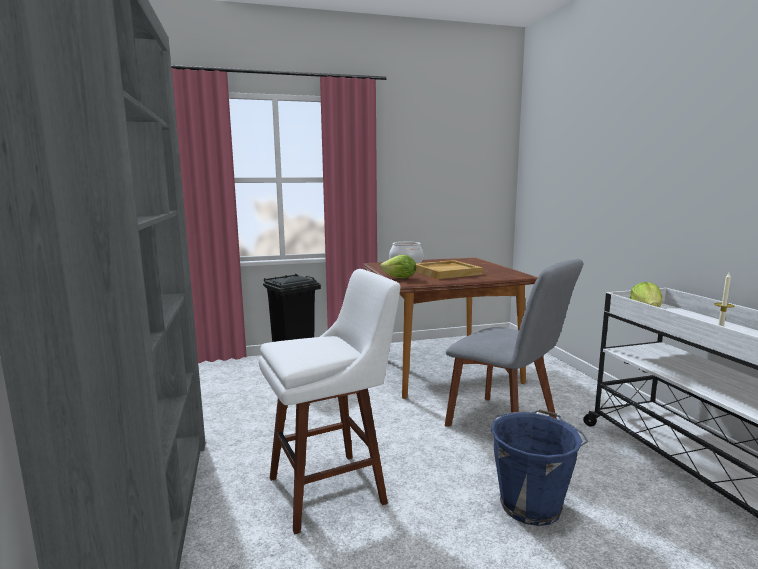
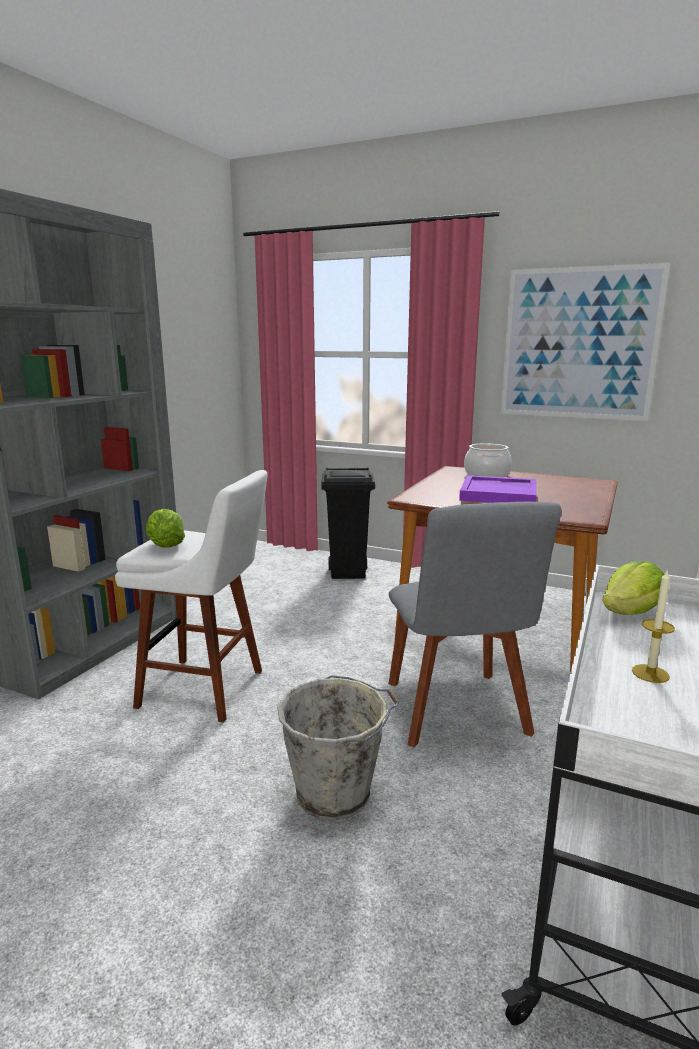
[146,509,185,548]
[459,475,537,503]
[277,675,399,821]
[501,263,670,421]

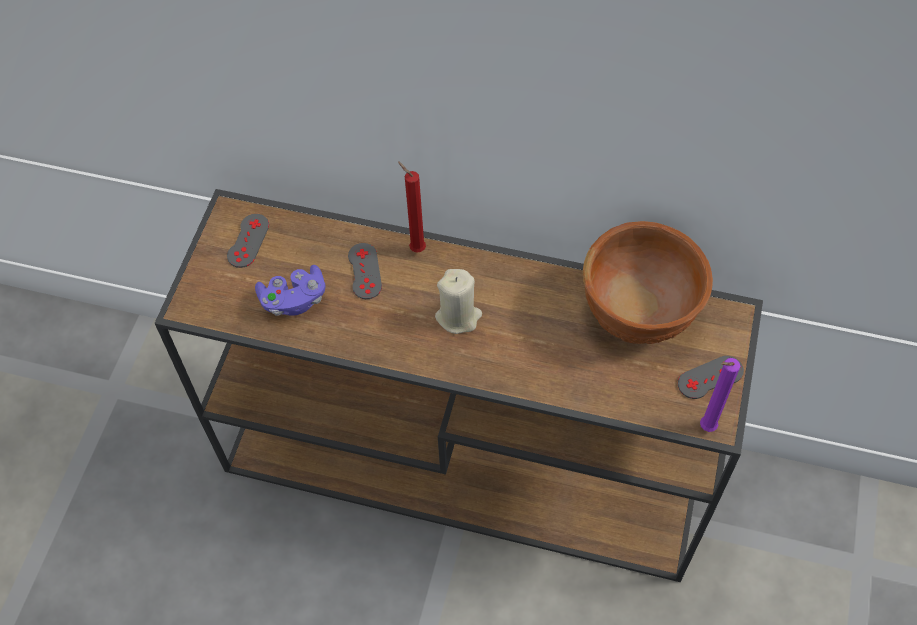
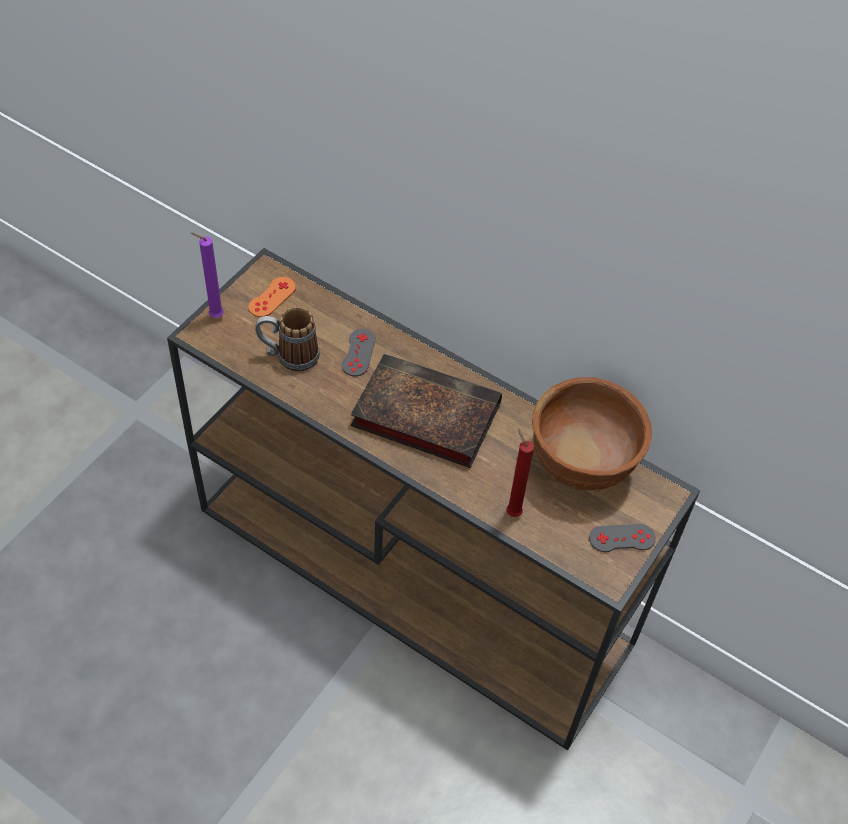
[248,277,296,317]
[255,307,320,371]
[506,428,534,517]
[350,353,502,468]
[191,232,224,318]

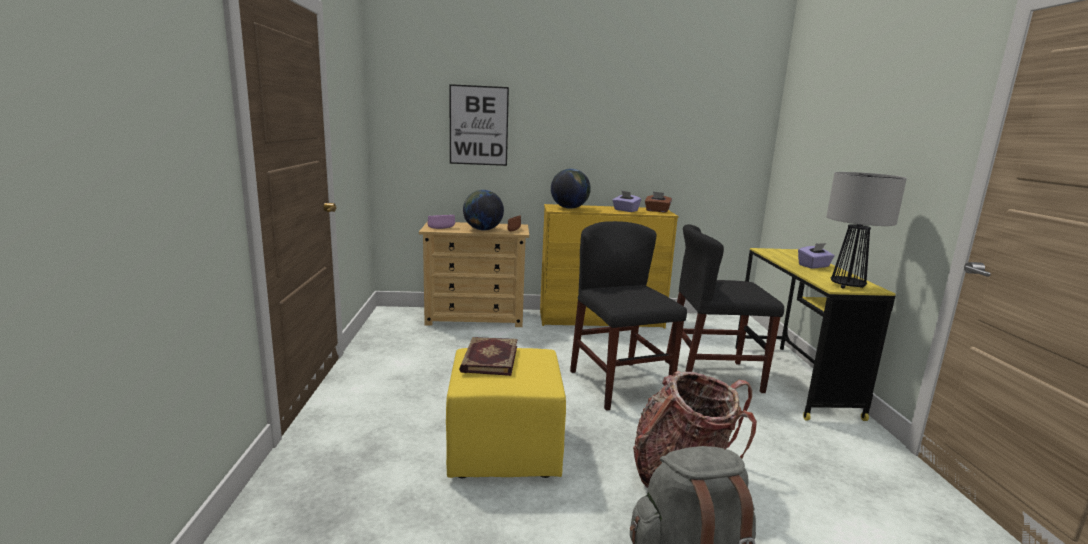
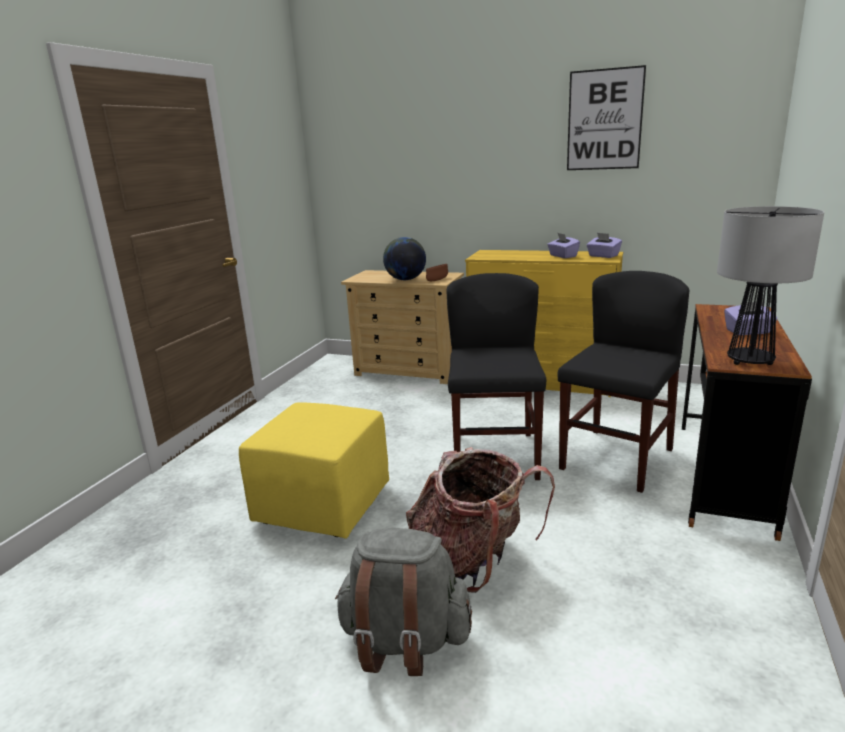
[428,215,455,229] (first image)
[567,65,646,170]
[459,337,517,376] (first image)
[551,169,591,209] (first image)
[587,233,622,258]
[557,271,689,493]
[682,304,812,541]

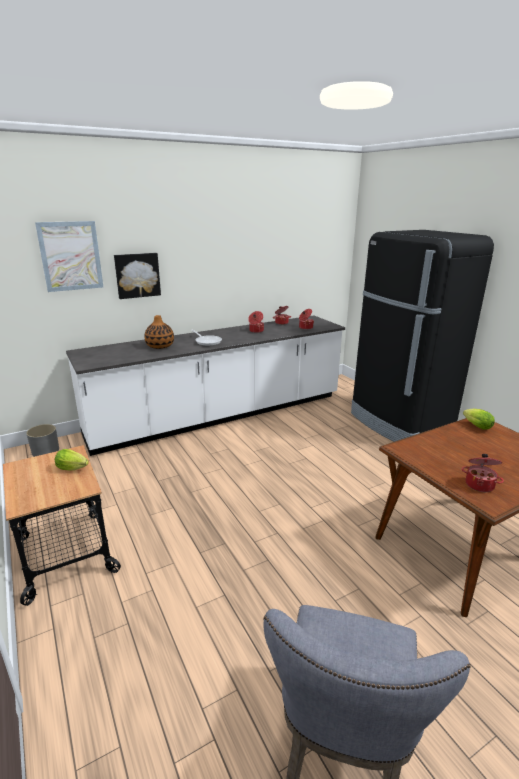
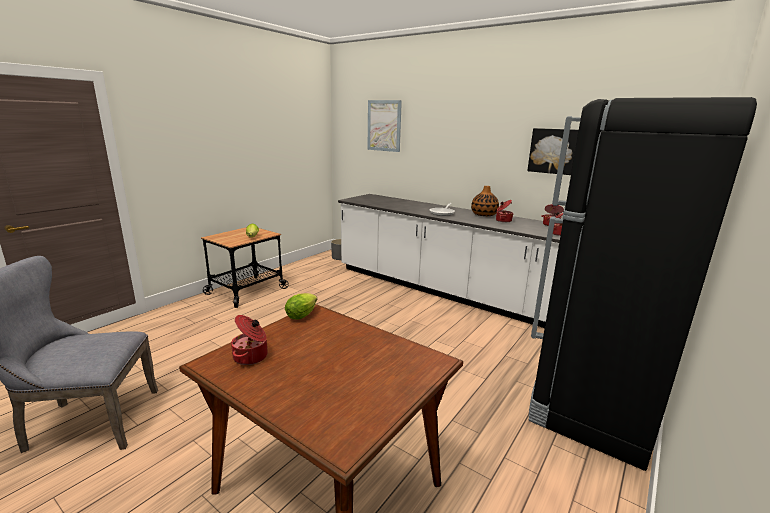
[527,128,579,175]
[471,186,499,216]
[285,293,317,320]

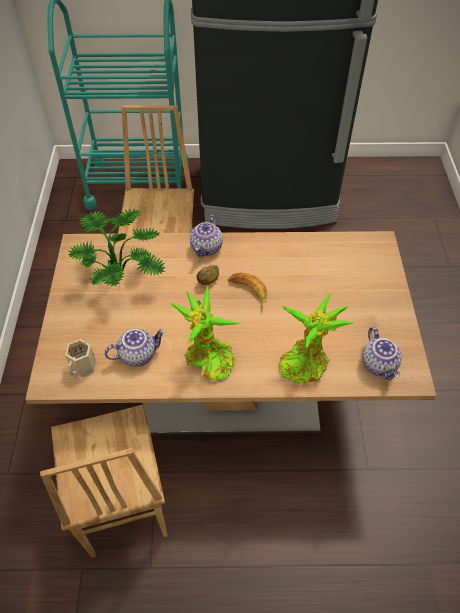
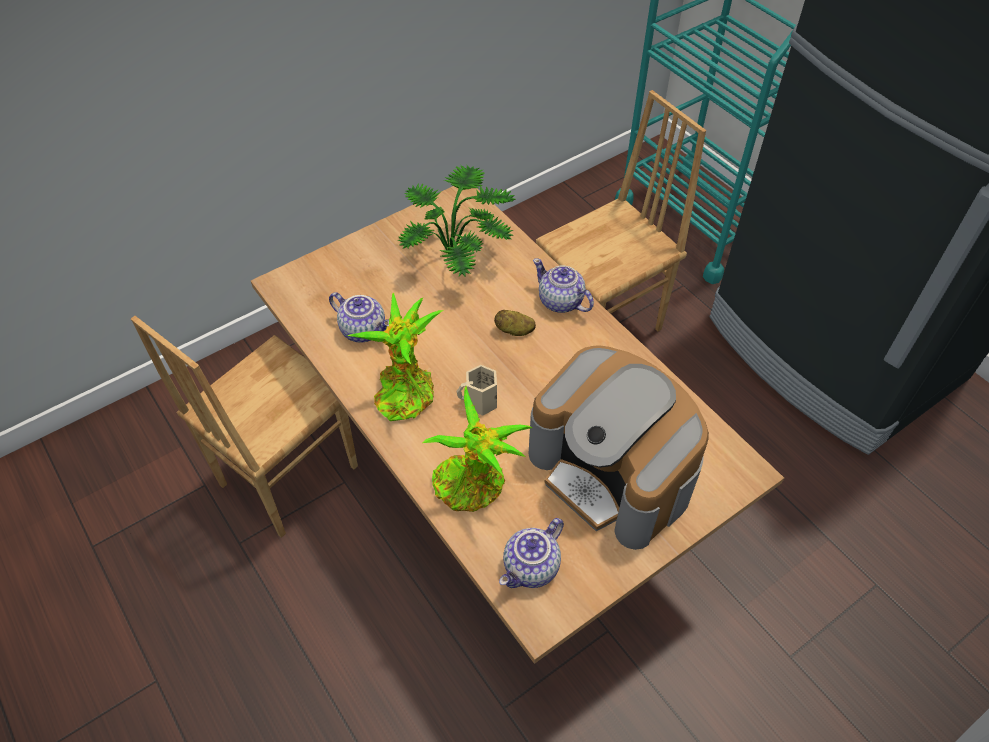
[457,365,497,416]
[533,258,594,313]
[228,273,268,310] (first image)
[529,345,709,550]

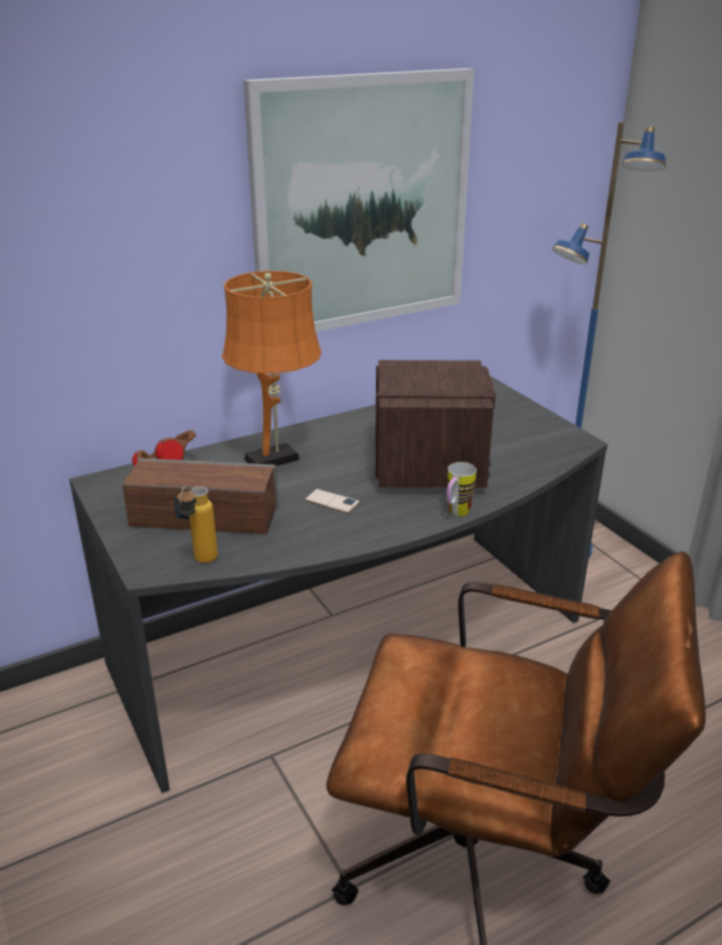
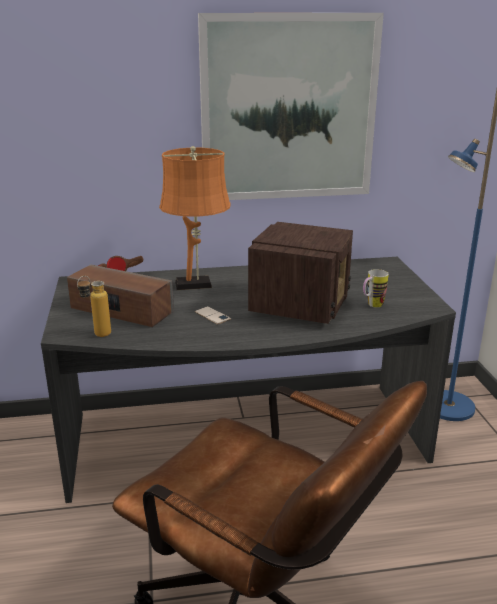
[363,269,389,308]

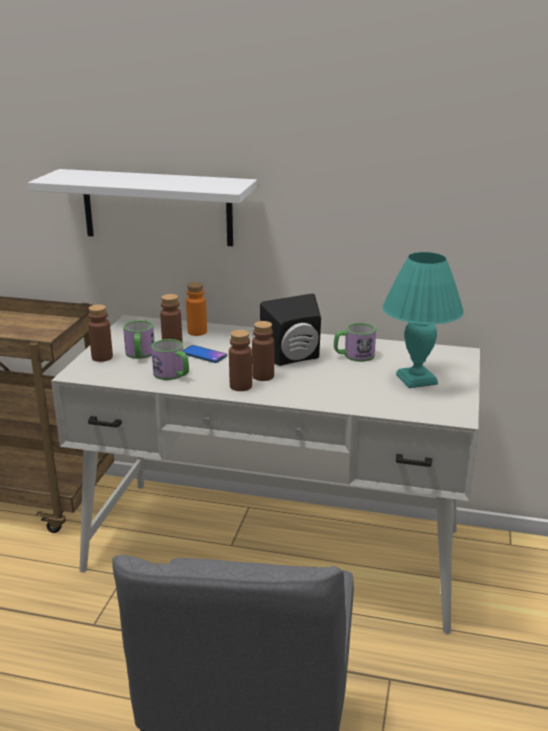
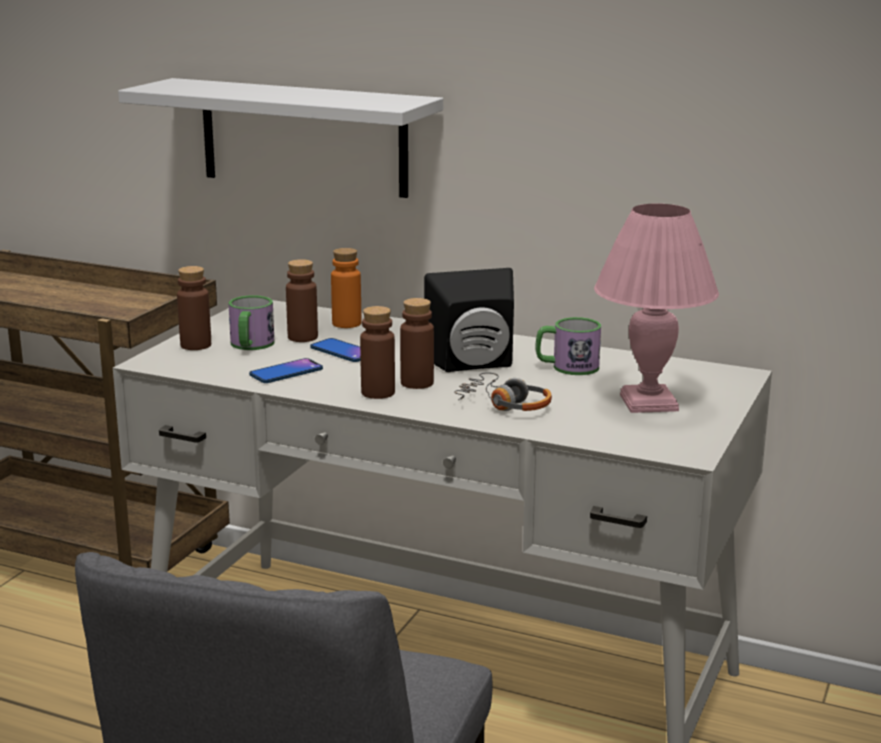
[249,358,323,383]
[594,204,719,413]
[454,373,552,411]

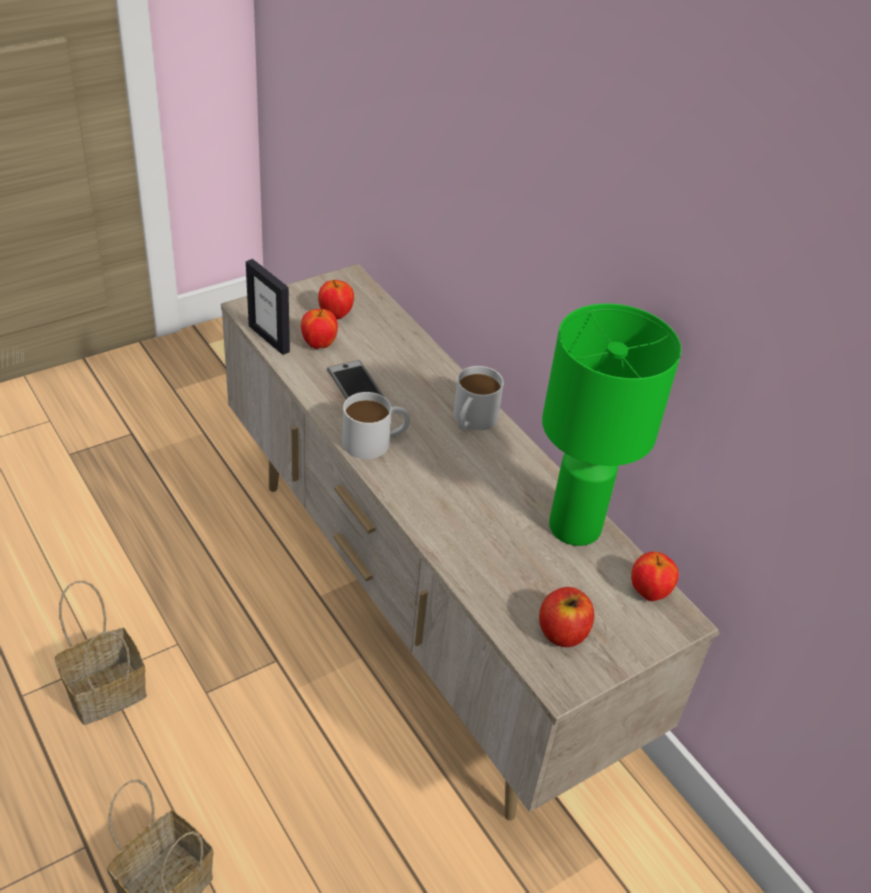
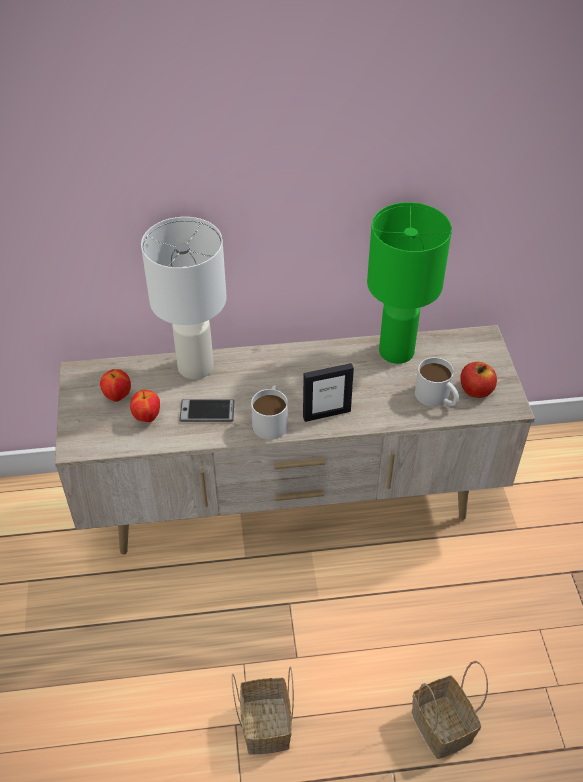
[303,363,354,422]
[415,357,459,407]
[631,552,679,601] (first image)
[141,217,227,379]

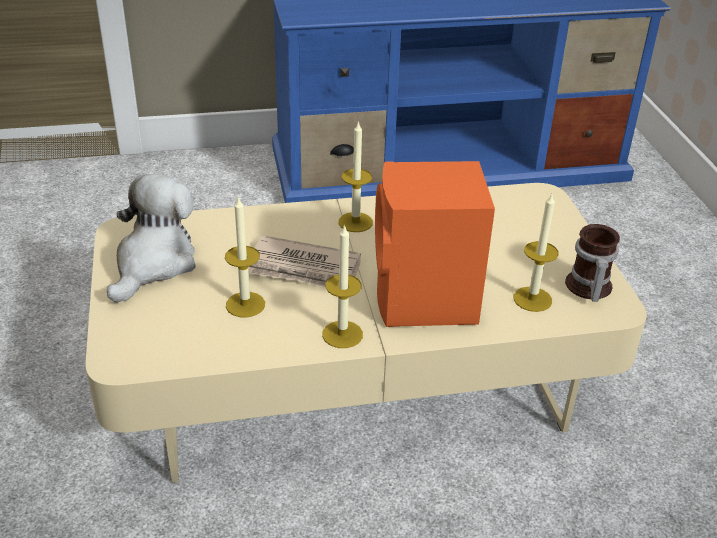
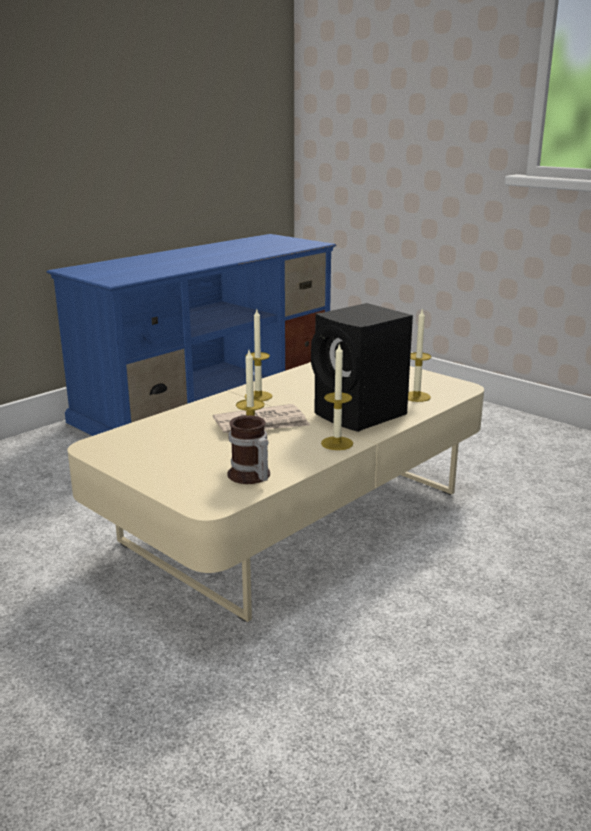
[107,174,196,303] (first image)
[311,303,413,432]
[227,415,270,484]

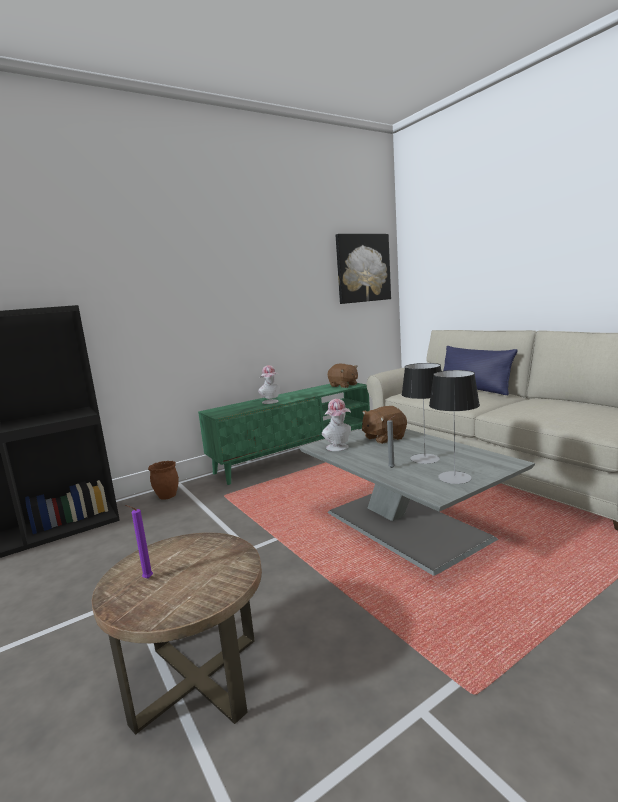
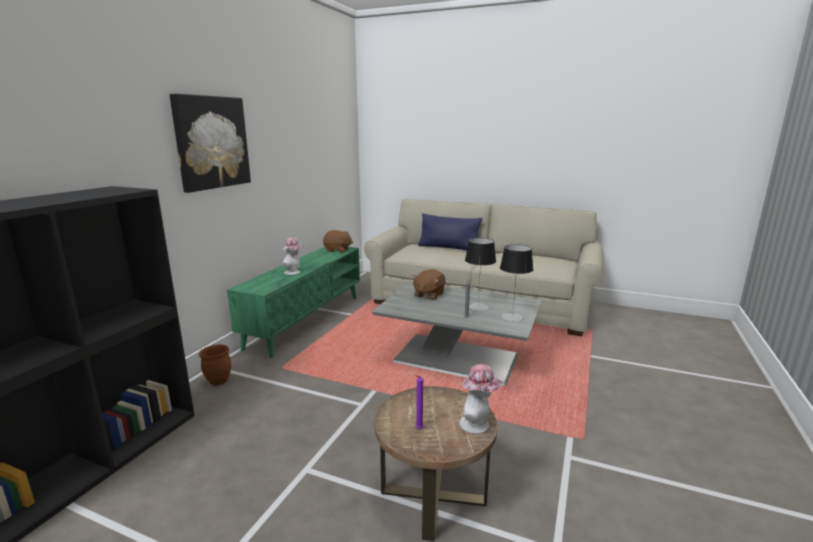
[459,364,503,434]
[169,94,251,193]

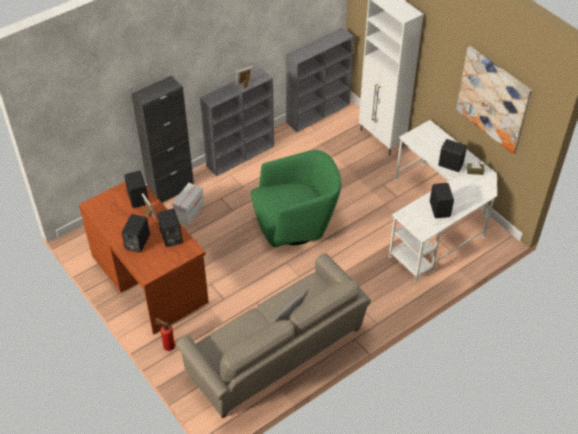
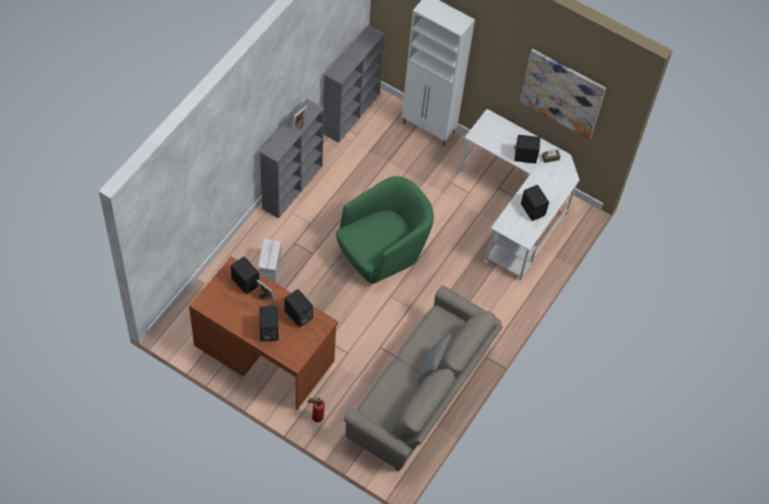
[132,76,194,203] (first image)

